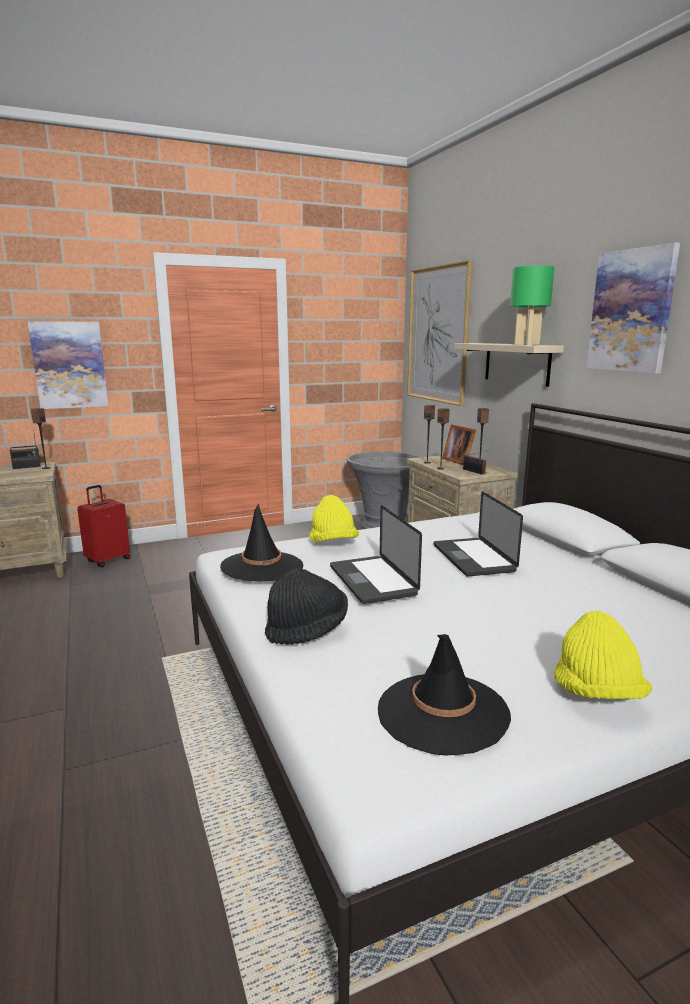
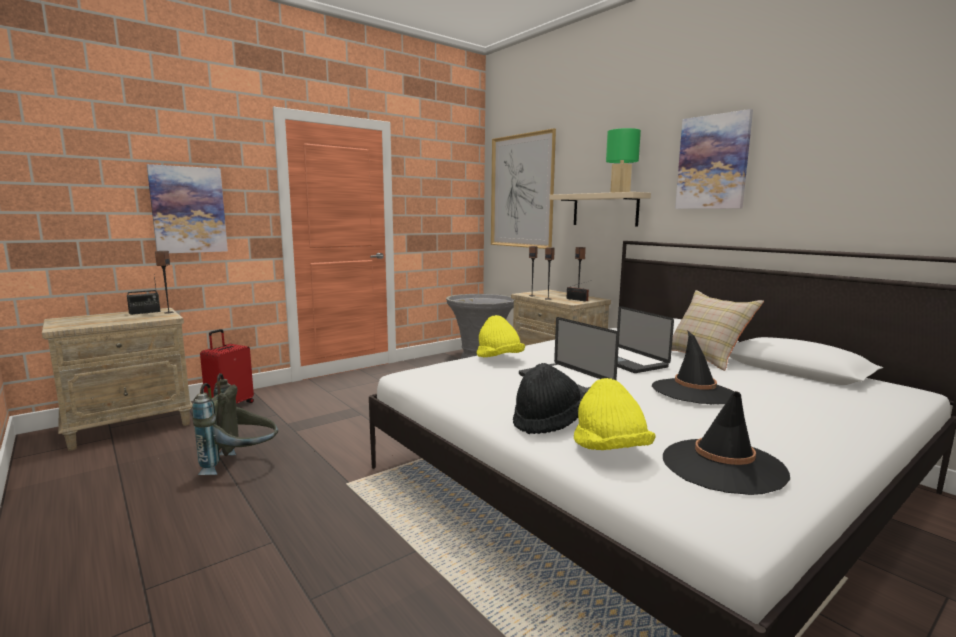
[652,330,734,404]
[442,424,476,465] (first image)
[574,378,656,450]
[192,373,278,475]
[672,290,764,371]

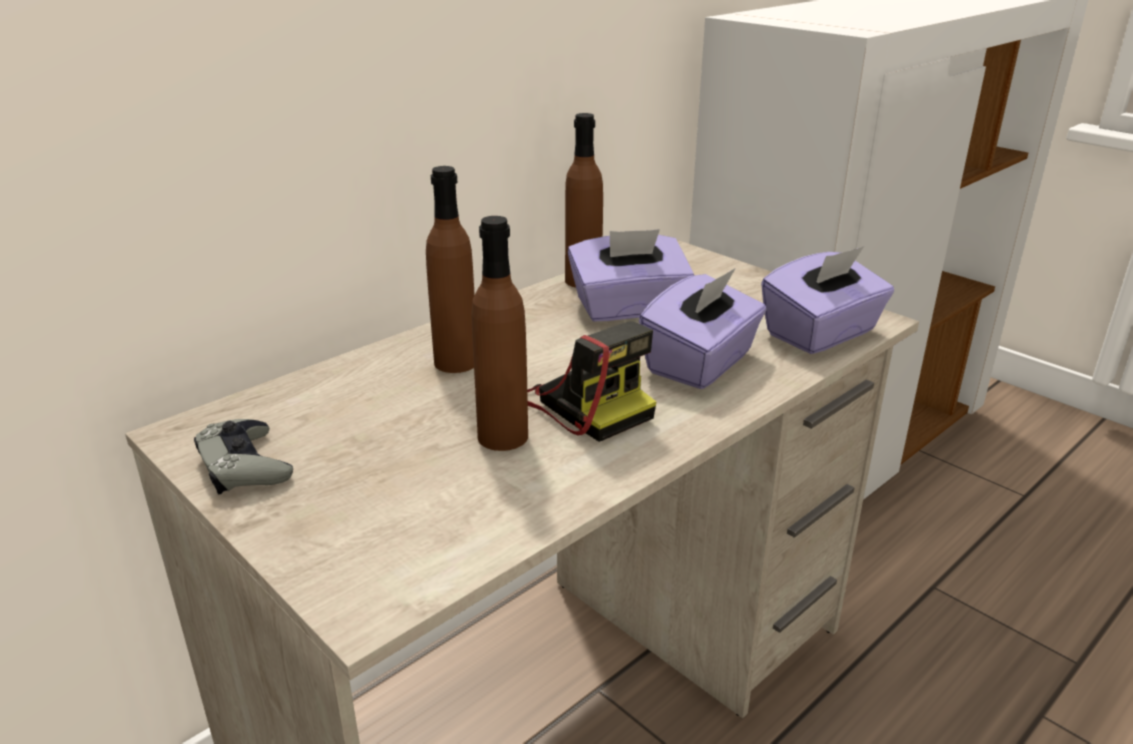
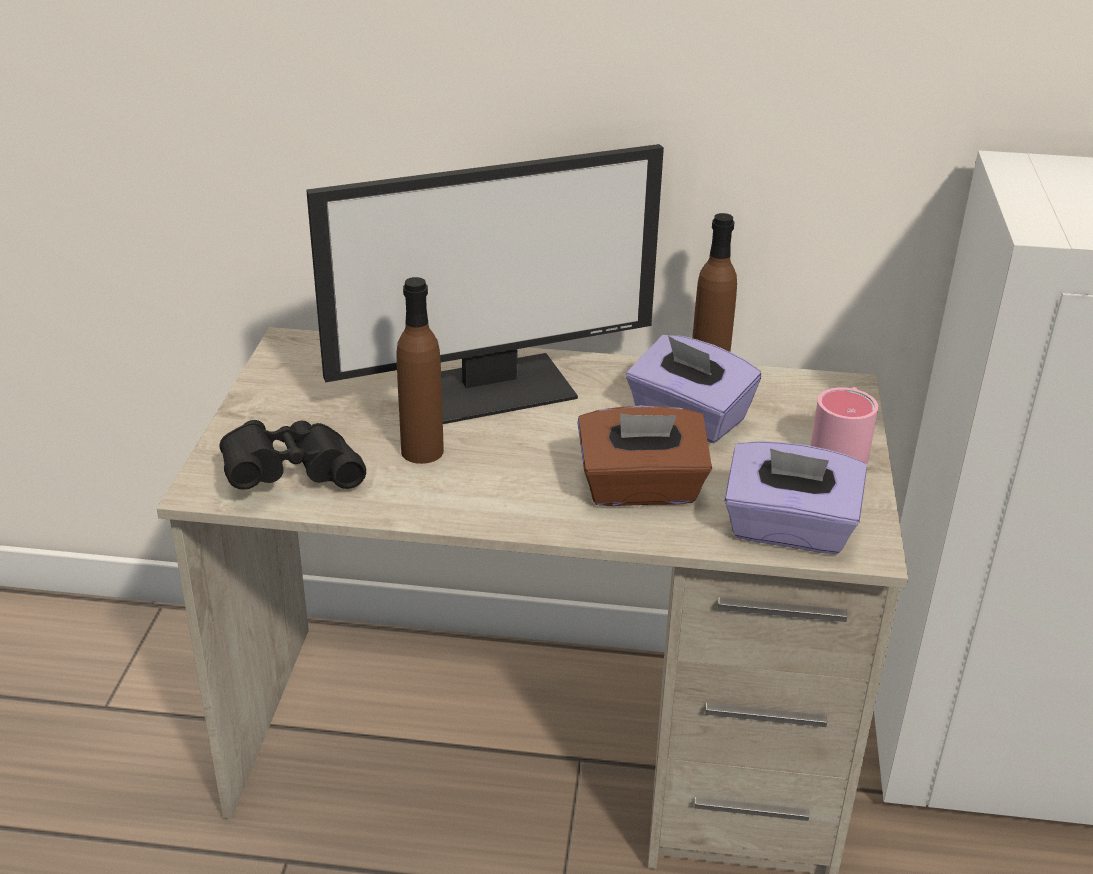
[194,419,293,494] (first image)
[306,144,664,424]
[527,321,656,442] (first image)
[578,406,712,506]
[219,420,366,490]
[811,387,878,464]

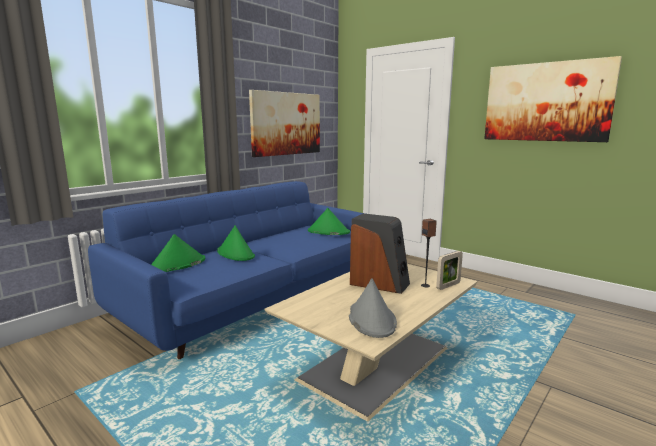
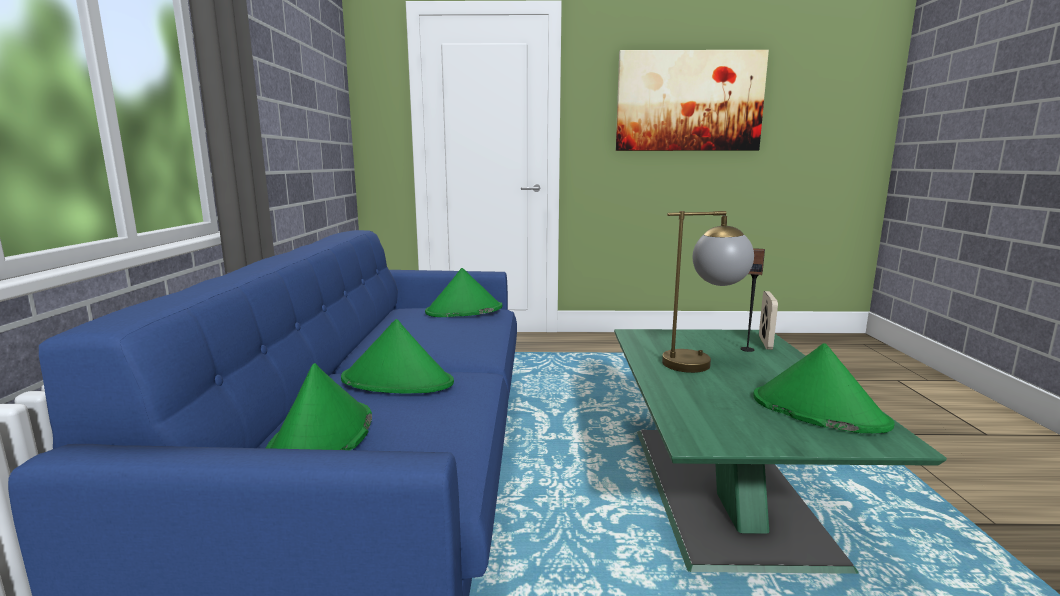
[249,90,320,157] (first image)
[614,329,947,574]
[753,343,895,433]
[662,211,754,373]

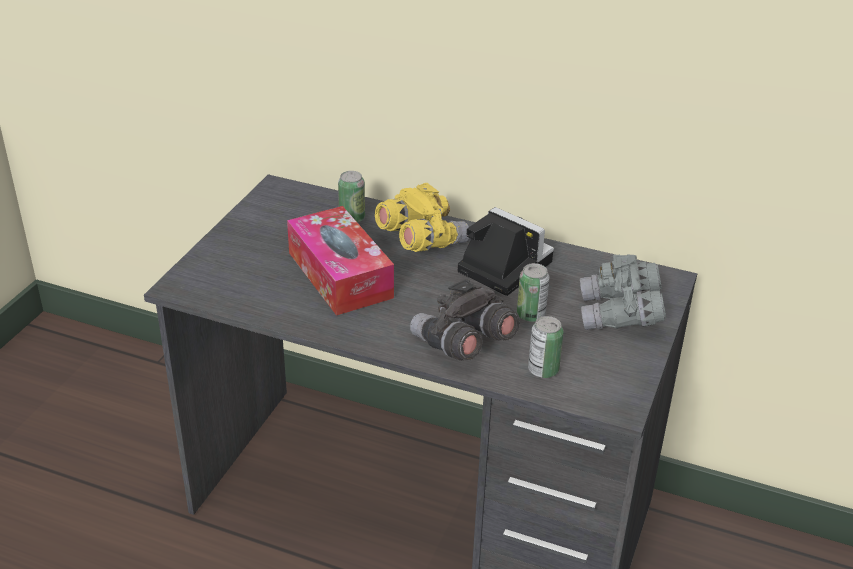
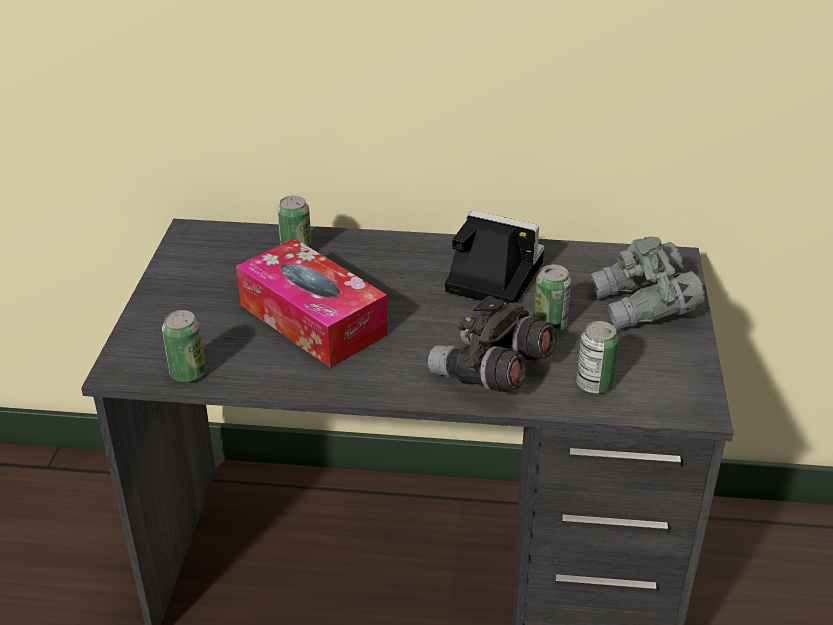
[375,183,469,252] (first image)
[162,310,206,382]

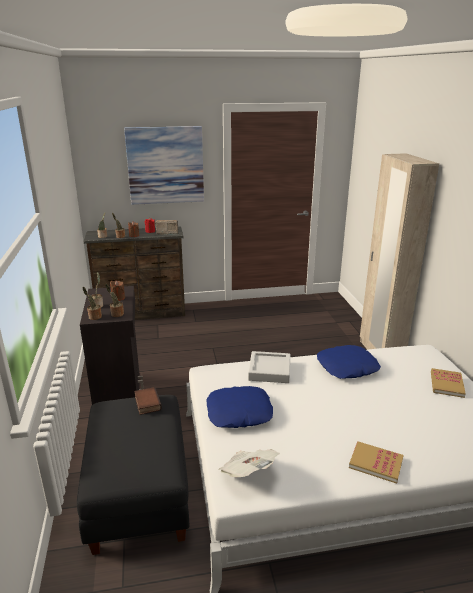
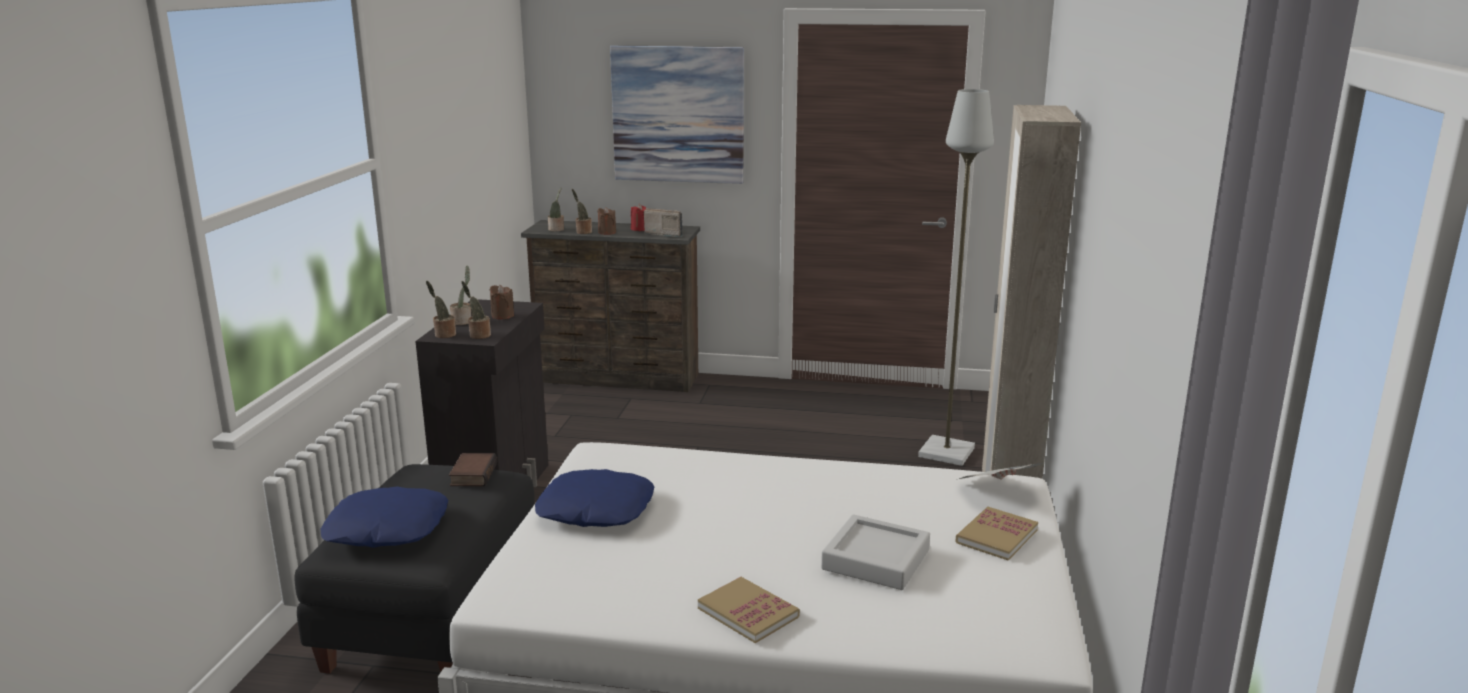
[959,463,1044,480]
[821,514,930,590]
[321,486,448,548]
[918,89,994,466]

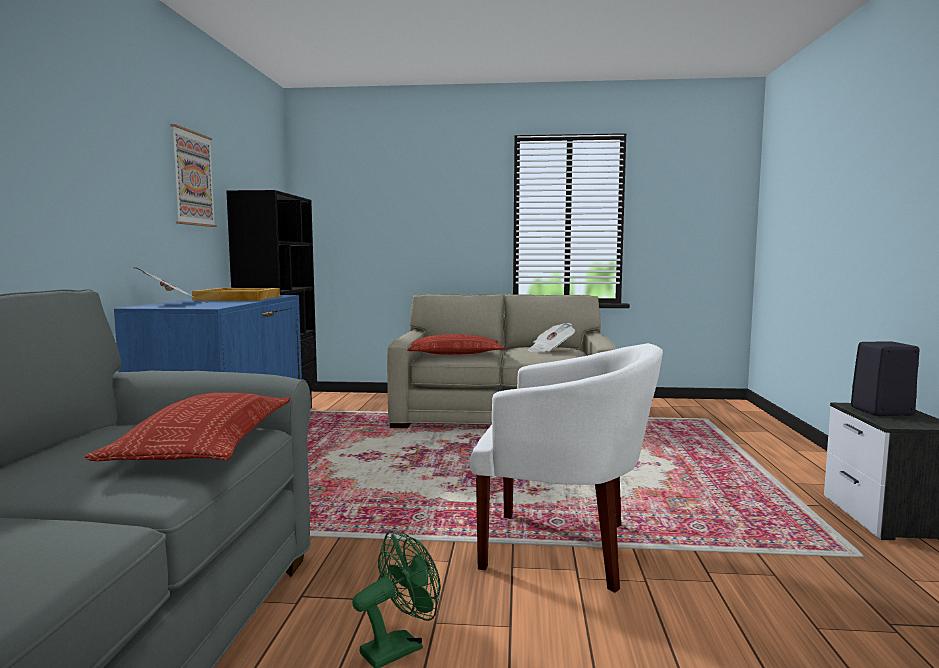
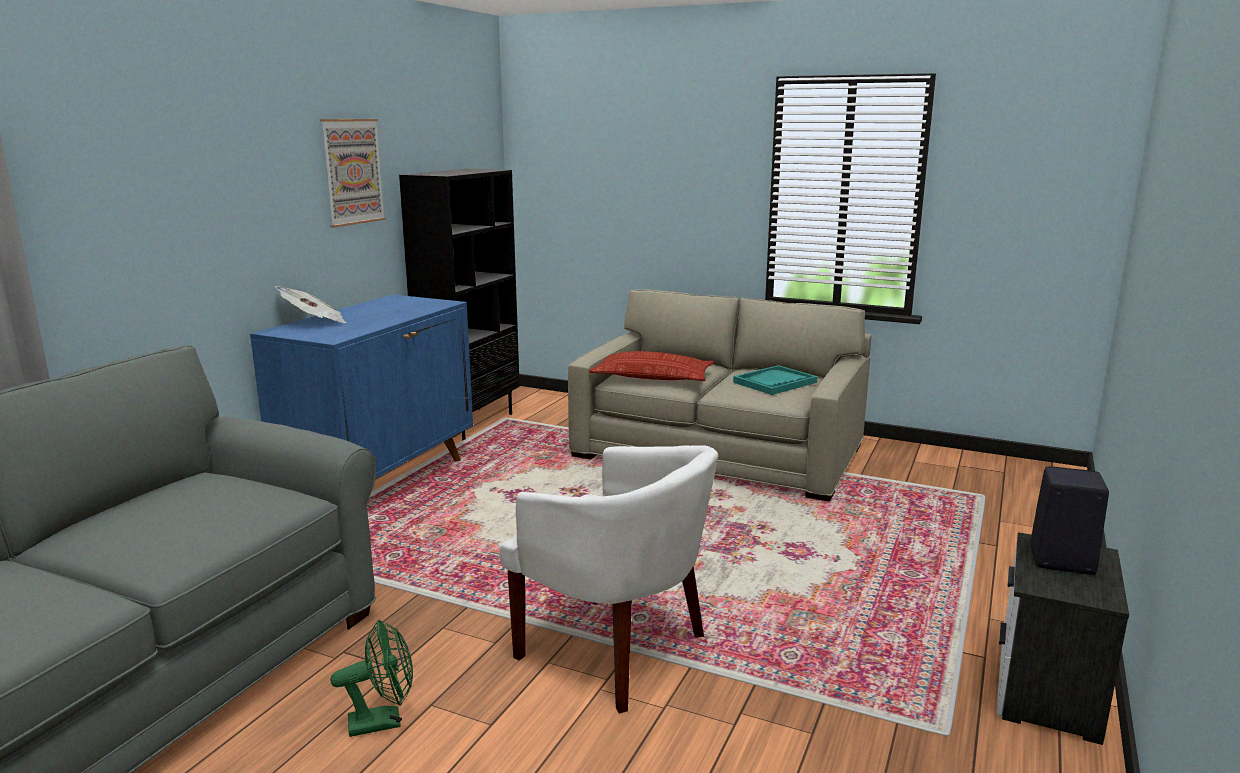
[85,393,290,461] (first image)
[192,288,280,301] (first image)
[733,365,818,395]

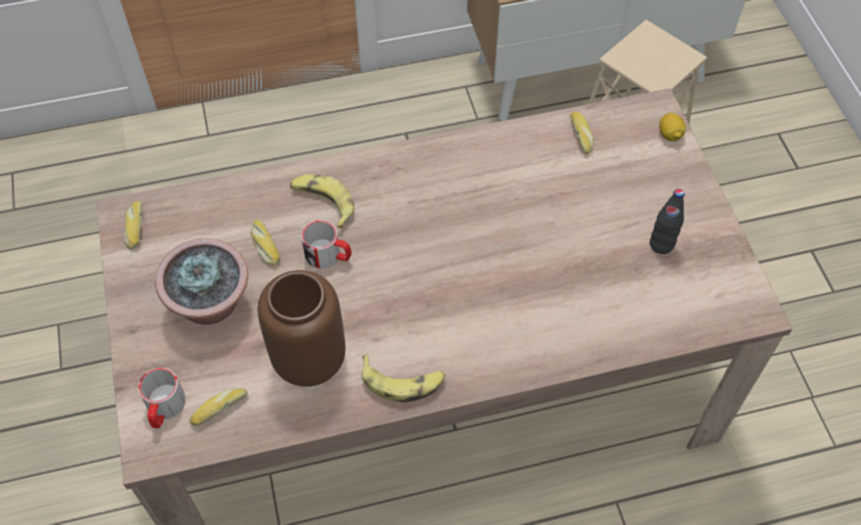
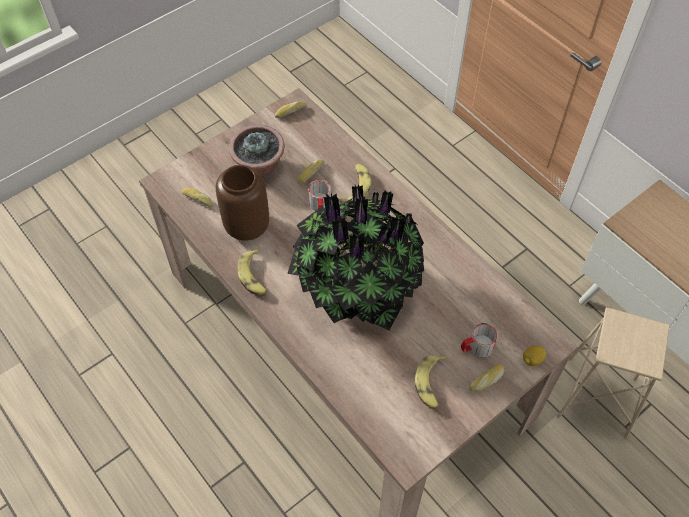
[461,323,498,358]
[469,364,504,391]
[415,355,447,409]
[288,184,424,330]

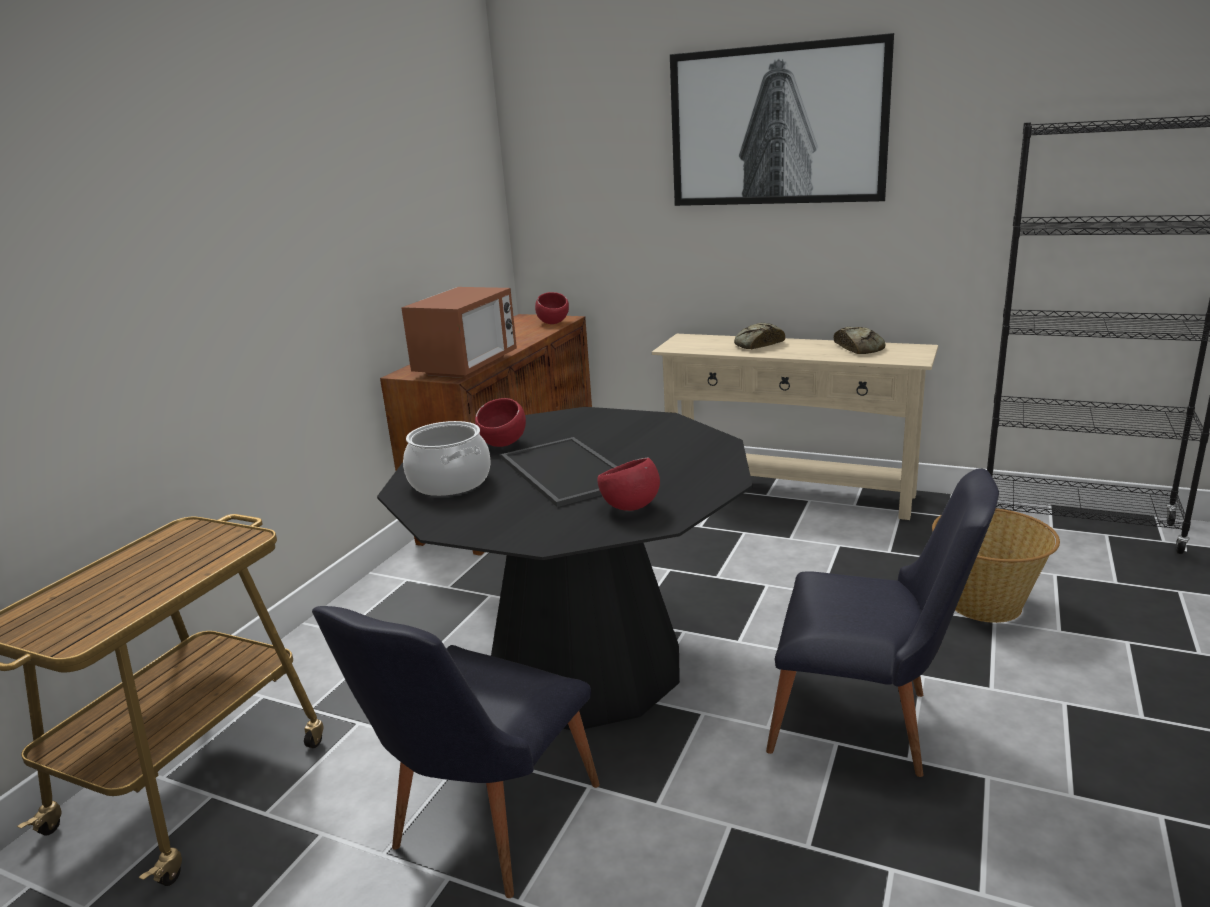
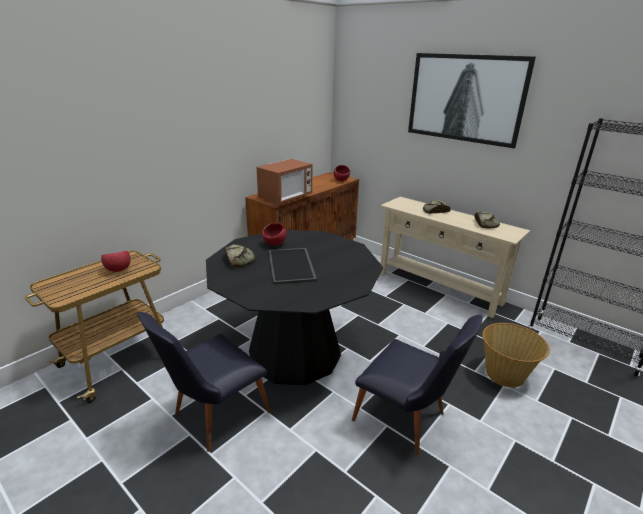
[225,245,255,268]
[101,251,131,272]

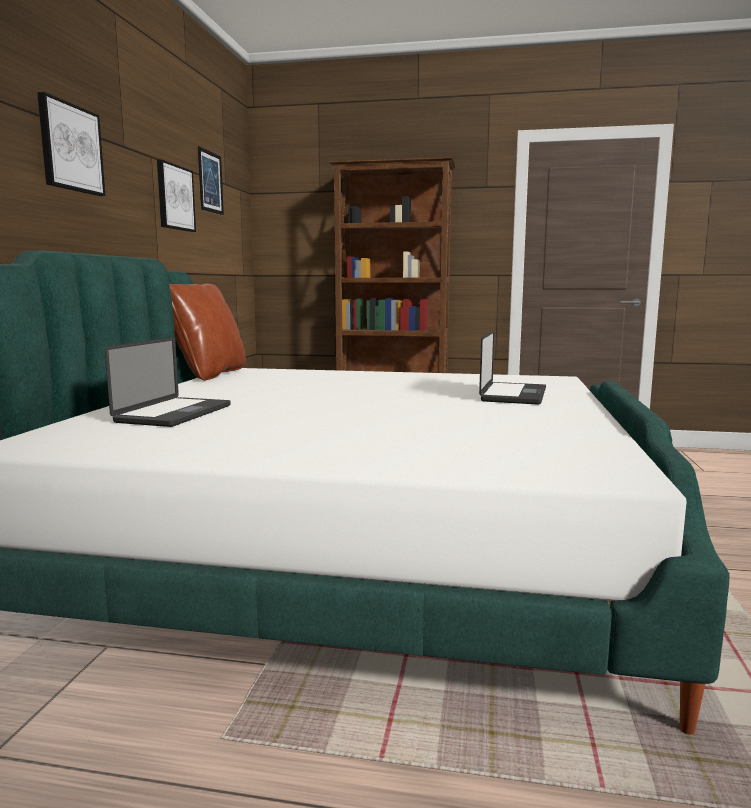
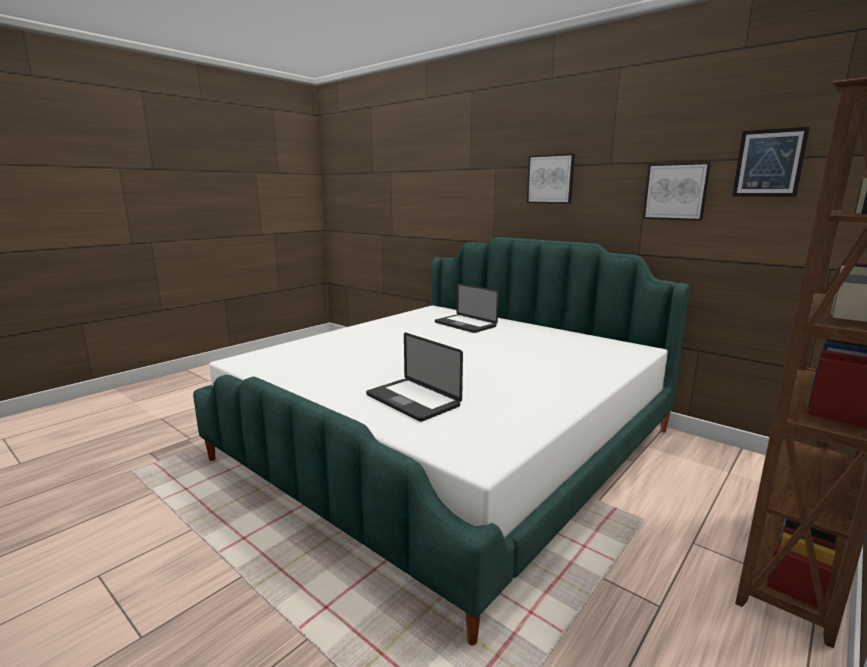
[169,284,246,381] (first image)

